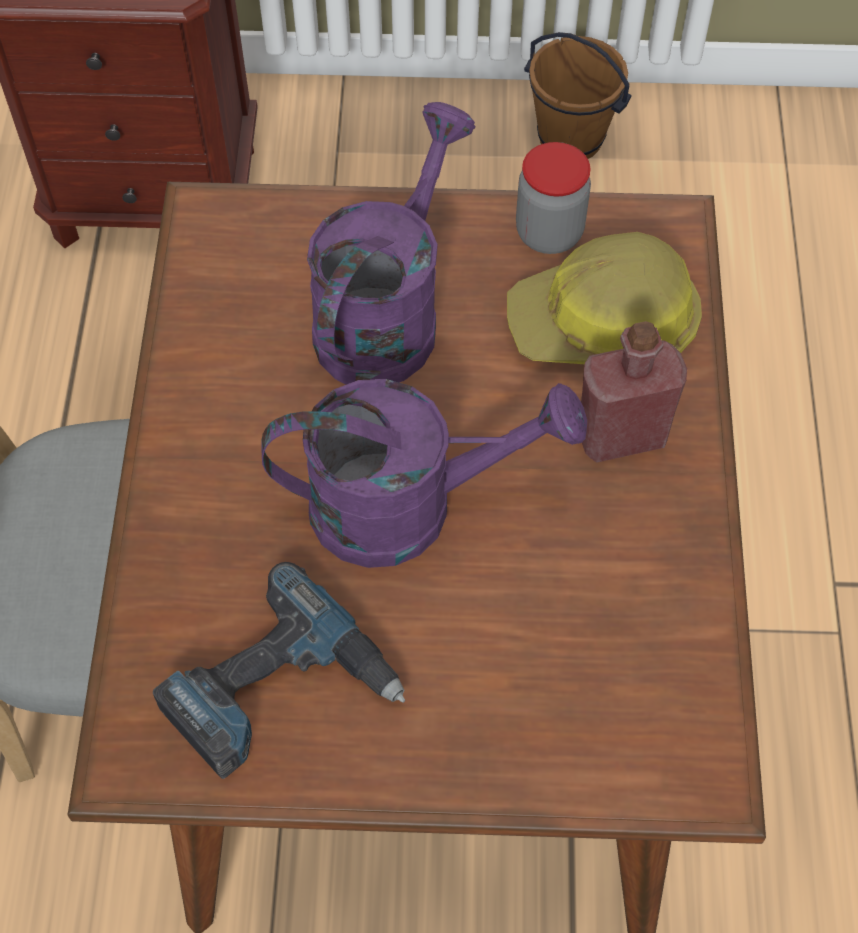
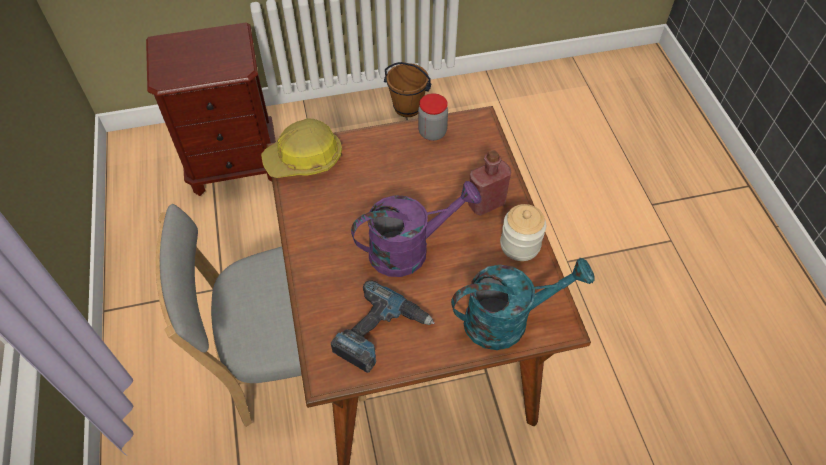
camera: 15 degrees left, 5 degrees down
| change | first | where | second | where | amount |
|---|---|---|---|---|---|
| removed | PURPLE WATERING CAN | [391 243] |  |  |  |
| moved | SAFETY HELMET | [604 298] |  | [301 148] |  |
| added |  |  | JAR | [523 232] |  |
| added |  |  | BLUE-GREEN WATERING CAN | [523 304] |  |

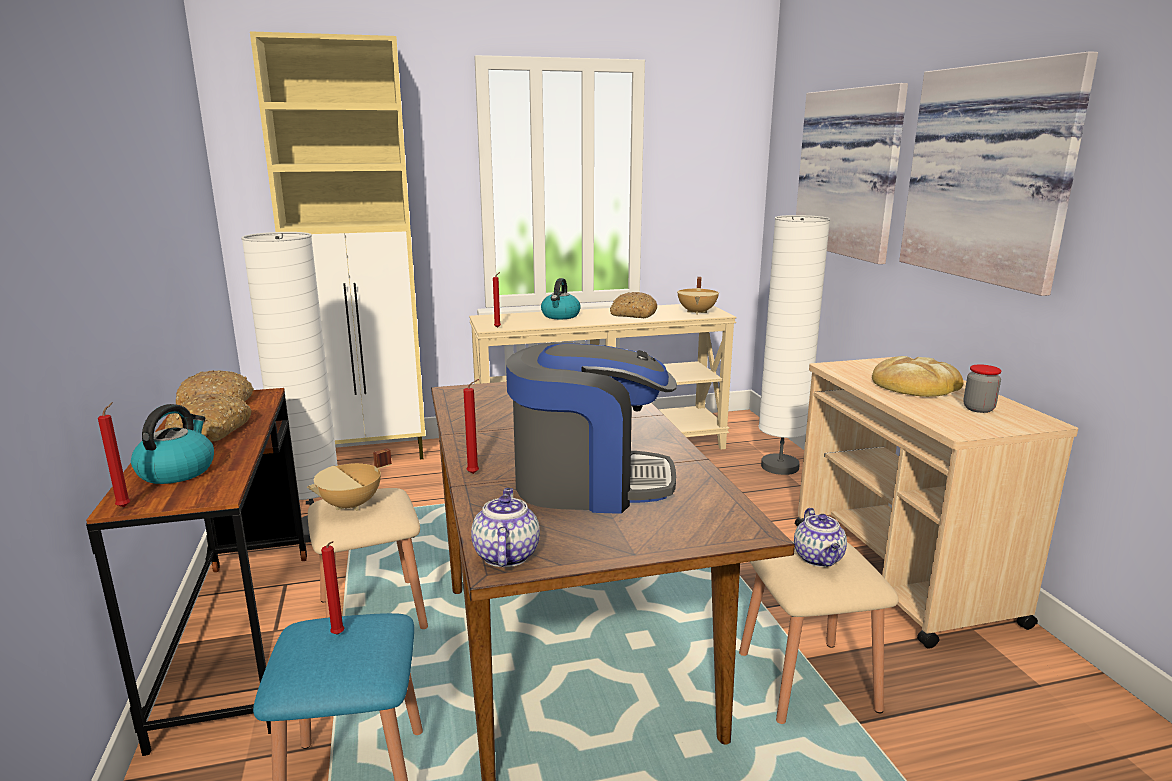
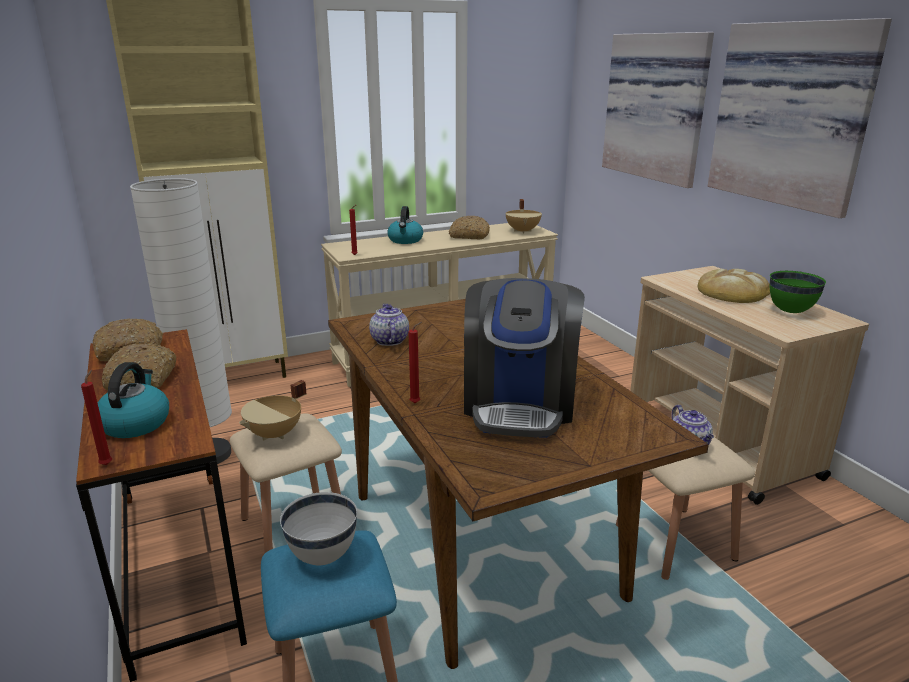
camera: 10 degrees left, 5 degrees up
| change | first | where | second | where | amount |
|---|---|---|---|---|---|
| removed | WHITE STANDARD LAMP | [794 345] |  |  |  |
| turned | COFFEE BREWER | [591 428] |  | [524 358] | 105 degrees clockwise |
| replaced | JAR | [982 388] | GREENISH DEEP DISH | [797 292] |  |
| moved | TEAPOT | [505 527] |  | [389 325] |  |
| replaced | RED WAX LIGHT | [332 588] | WHITE DEEP DISH | [318 528] |  |

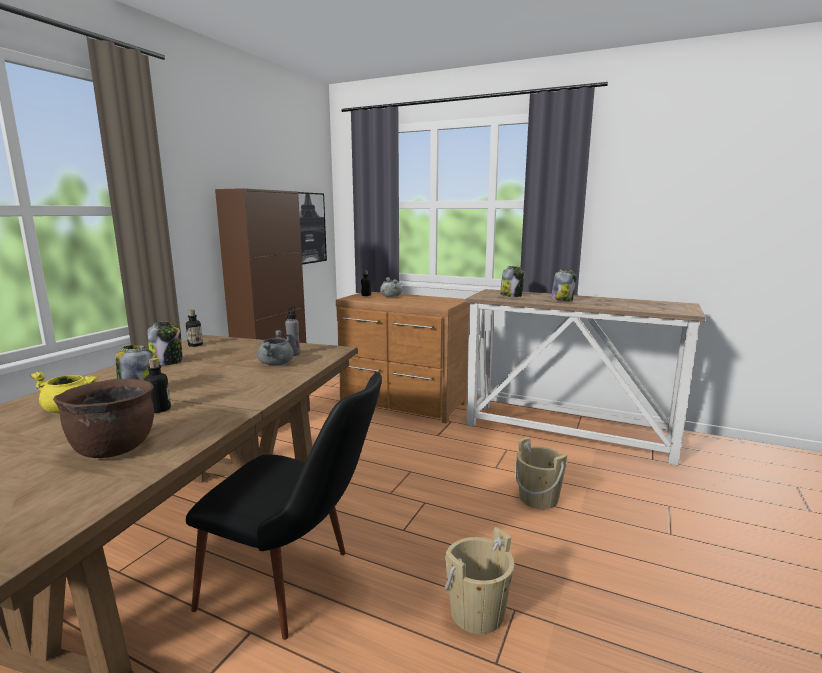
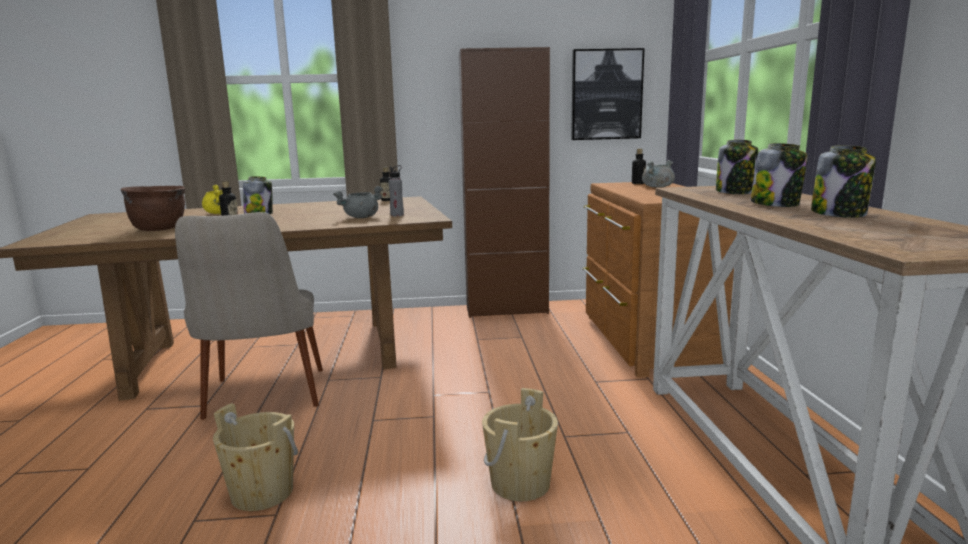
camera: 60 degrees right, 0 degrees up
| change | first | where | second | where | amount |
|---|---|---|---|---|---|
| moved | JAR | [165 343] |  | [843 181] |  |
| recoloured | BLACK-COLOURED UPRIGHT CHAIR | [283 506] | SAND-COLOURED UPRIGHT CHAIR | [249 316] |  |

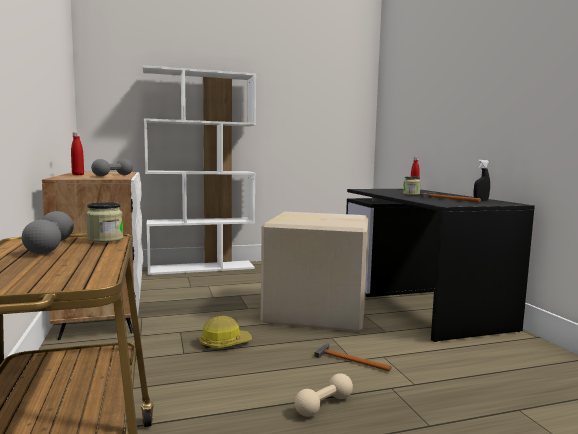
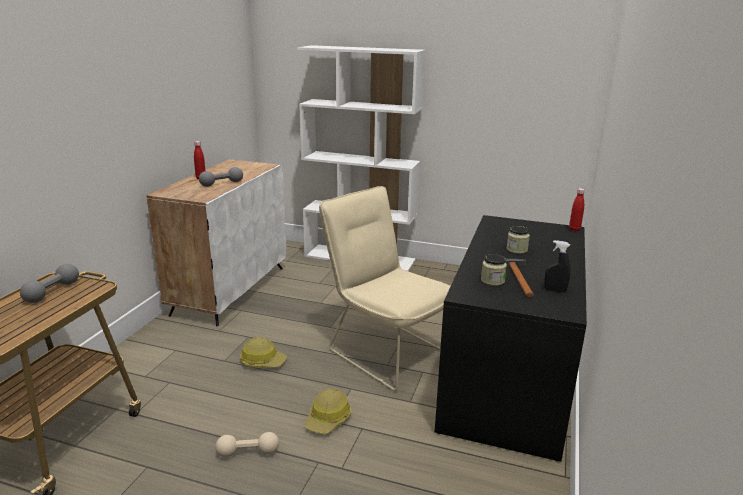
camera: 35 degrees right, 15 degrees up
| change | first | where | second | where | amount |
|---|---|---|---|---|---|
| moved | JAR | [104 222] |  | [494 270] |  |
| replaced | PACKING BOX | [315 272] | SAND-COLOURED UPRIGHT CHAIR | [385 288] |  |
| replaced | HAMMER | [352 357] | SAFETY HELMET | [328 411] |  |

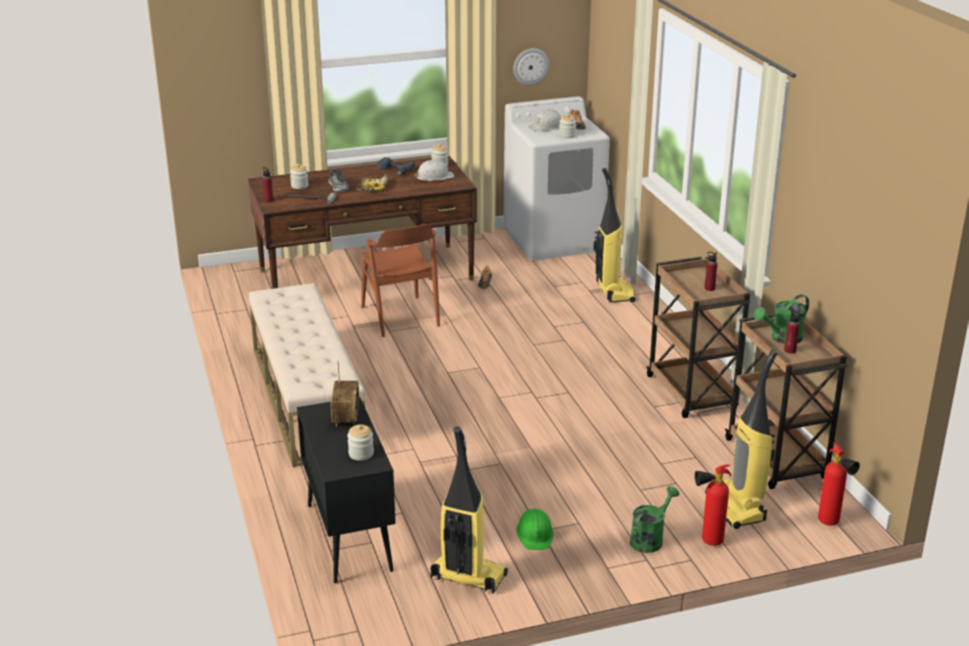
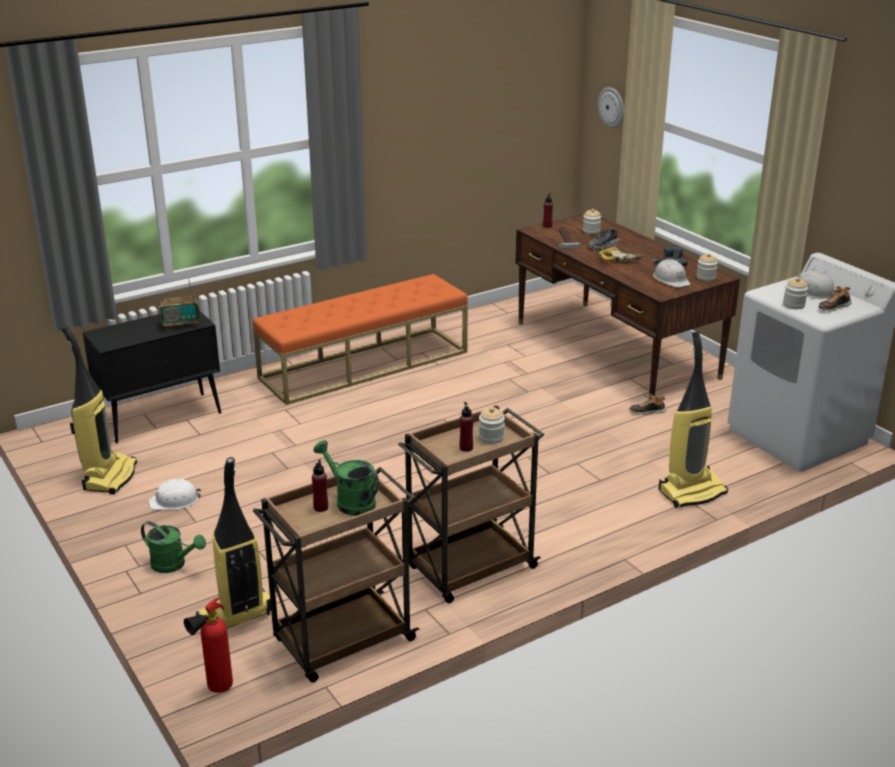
camera: 75 degrees right, 0 degrees up
| change | first | where | second | where | amount |
|---|---|---|---|---|---|
| moved | WALL CLOCK | [531 66] |  | [611 107] |  |
| removed | BROWN UPRIGHT CHAIR | [400 280] |  |  |  |
| recoloured | SAND-COLOURED INDOOR BENCH | [307 375] | ORANGE-COLOURED INDOOR BENCH | [360 339] |  |
| moved | JAR | [360 442] |  | [492 425] |  |
| removed | FIRE-FIGHTING CYLINDER | [713 505] |  |  |  |
| recoloured | GREENISH SAFETY HELMET | [535 529] | WHITE SAFETY HELMET | [175 494] |  |

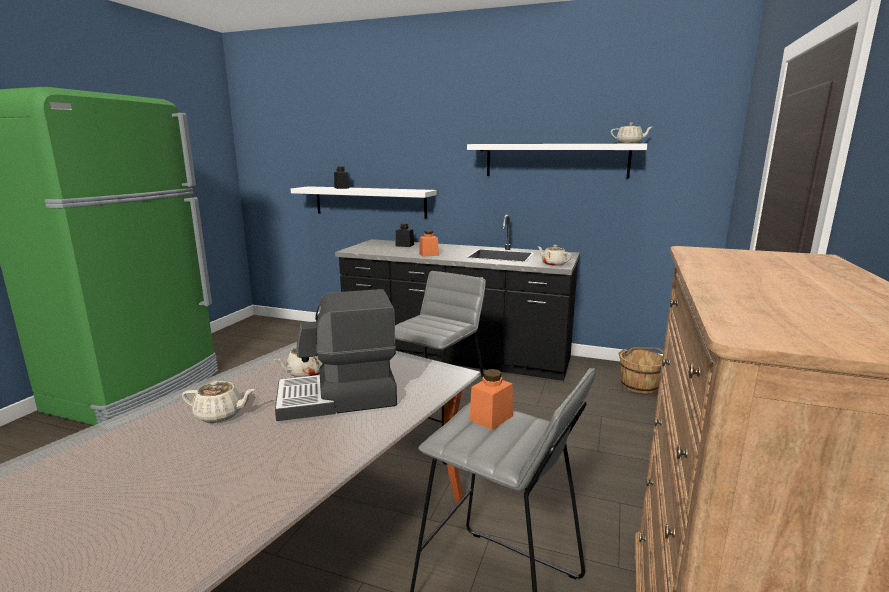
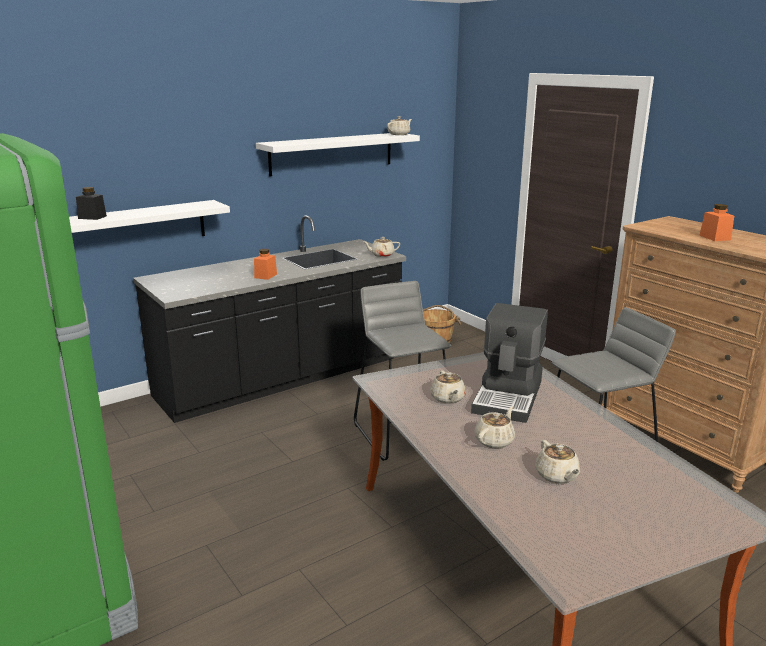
camera: 55 degrees left, 5 degrees up
| change | first | where | second | where | amount |
|---|---|---|---|---|---|
| removed | BLACK-COLOURED JAR | [405 235] |  |  |  |
| moved | ORANGE-COLOURED JAR | [491 399] |  | [716 222] |  |
| added |  |  | SAND-COLOURED TEAPOT | [557 462] |  |

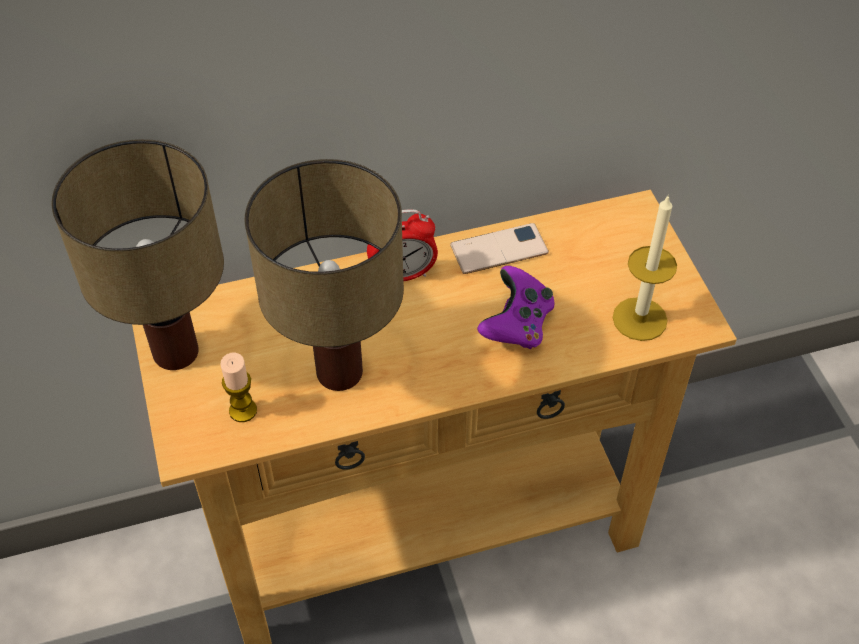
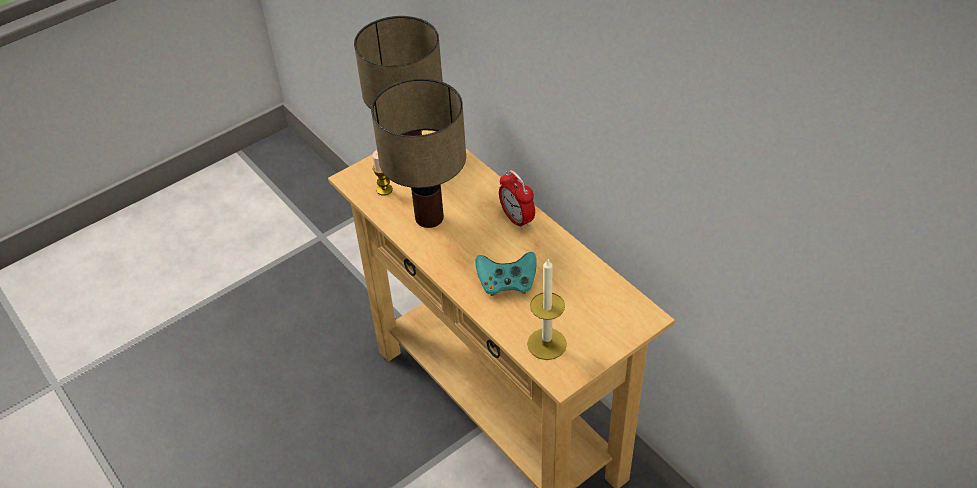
camera: 70 degrees right, 5 degrees down
| change | first | where | second | where | amount |
|---|---|---|---|---|---|
| removed | HANDSET | [499 248] |  |  |  |
| recoloured | PURPLE GAMEPAD | [516 307] | BLUE-GREEN GAMEPAD | [506 274] |  |

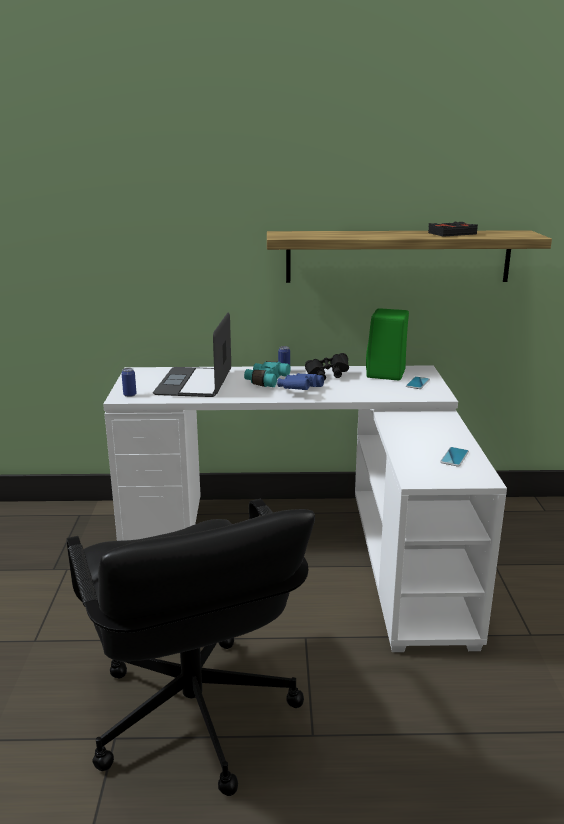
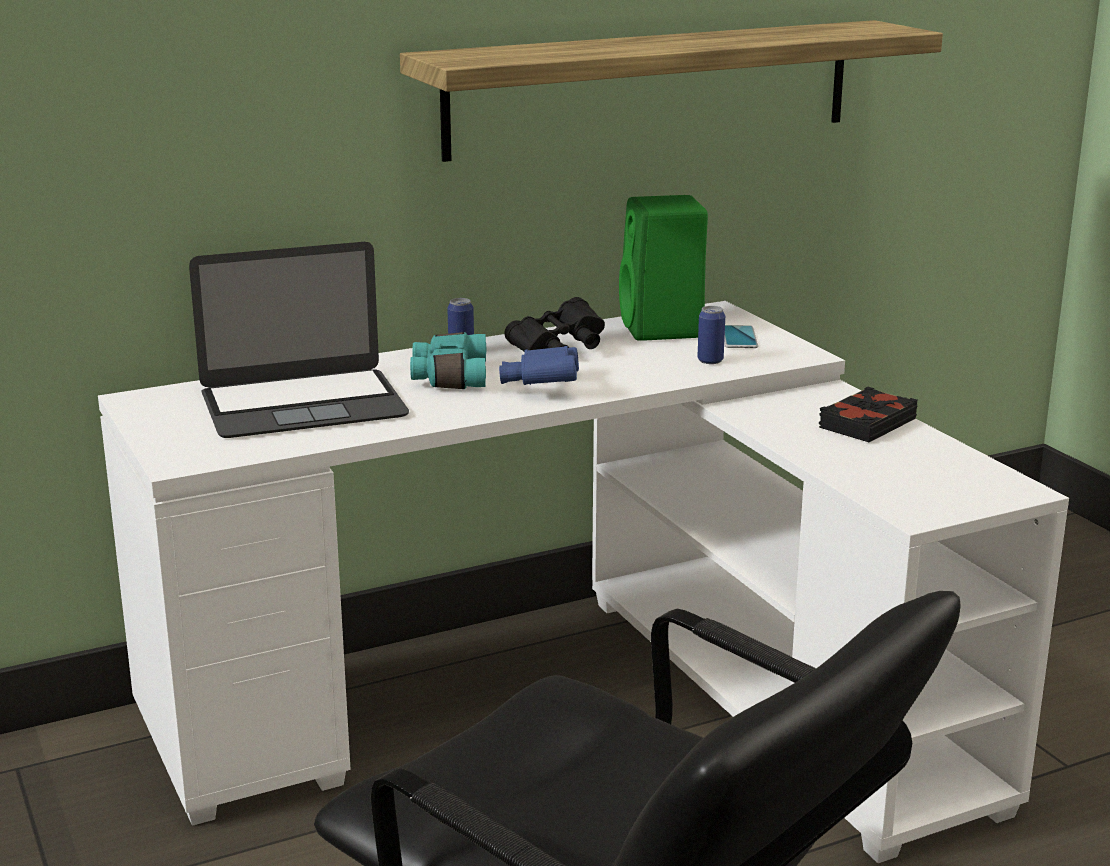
camera: 25 degrees left, 0 degrees up
| change | first | where | second | where | amount |
|---|---|---|---|---|---|
| moved | BLACK-COLOURED BOUND BOOK | [453 229] |  | [868 414] |  |
| turned | NOTEBOOK COMPUTER | [192 355] |  | [299 340] | 90 degrees counterclockwise |
| moved | METAL CAN | [128 382] |  | [711 335] |  |
| removed | HANDSET | [454 457] |  |  |  |

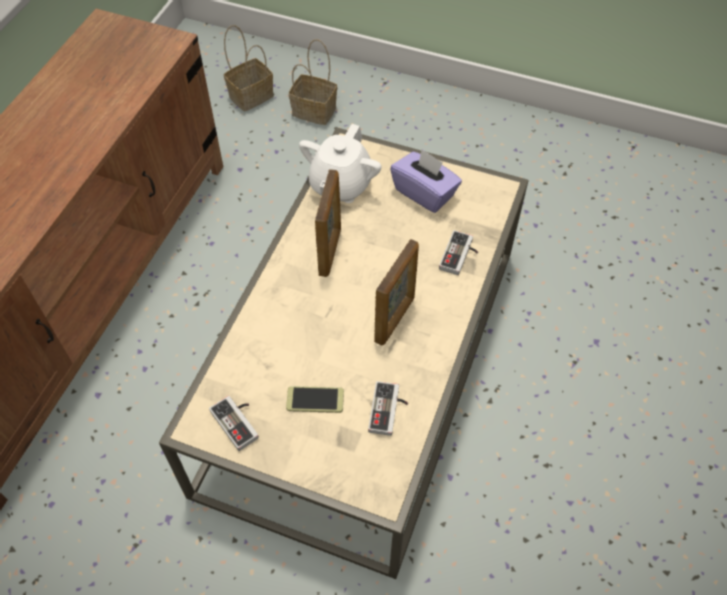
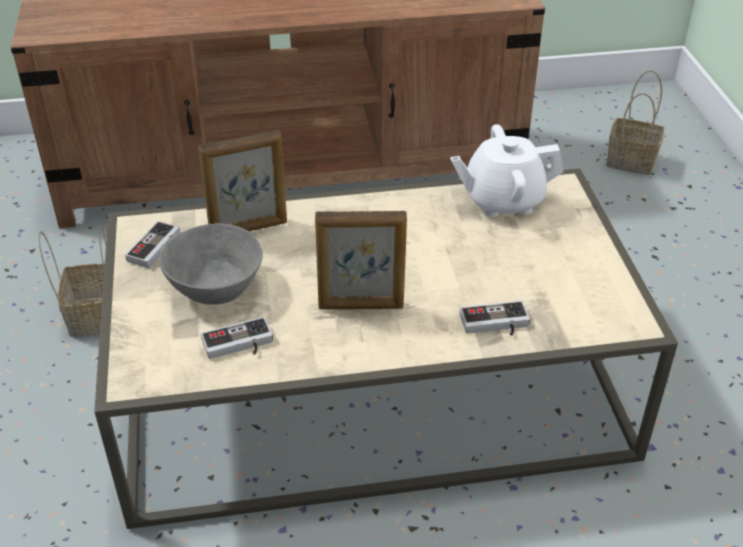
camera: 60 degrees right, 15 degrees down
| change | first | where | second | where | amount |
|---|---|---|---|---|---|
| moved | STORAGE BASKET | [313 82] |  | [72 281] |  |
| removed | PURPLE TISSUE BOX | [426 181] |  |  |  |
| moved | PICTURE FRAME | [328 223] |  | [242 180] |  |
| replaced | HANDSET | [315 399] | GRAY DEEP DISH | [211 264] |  |

